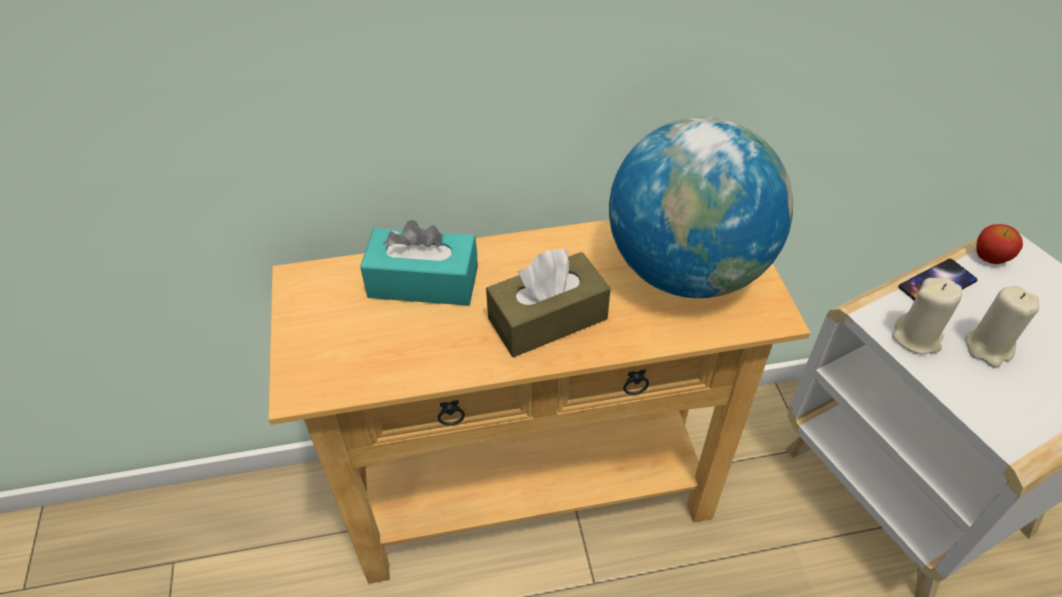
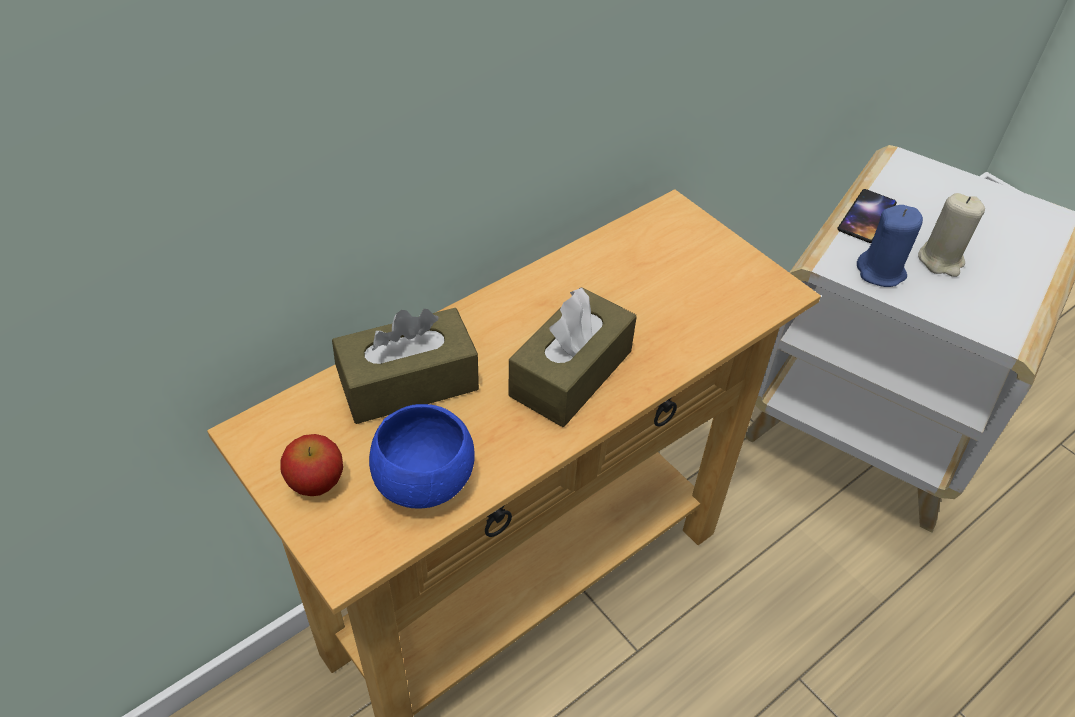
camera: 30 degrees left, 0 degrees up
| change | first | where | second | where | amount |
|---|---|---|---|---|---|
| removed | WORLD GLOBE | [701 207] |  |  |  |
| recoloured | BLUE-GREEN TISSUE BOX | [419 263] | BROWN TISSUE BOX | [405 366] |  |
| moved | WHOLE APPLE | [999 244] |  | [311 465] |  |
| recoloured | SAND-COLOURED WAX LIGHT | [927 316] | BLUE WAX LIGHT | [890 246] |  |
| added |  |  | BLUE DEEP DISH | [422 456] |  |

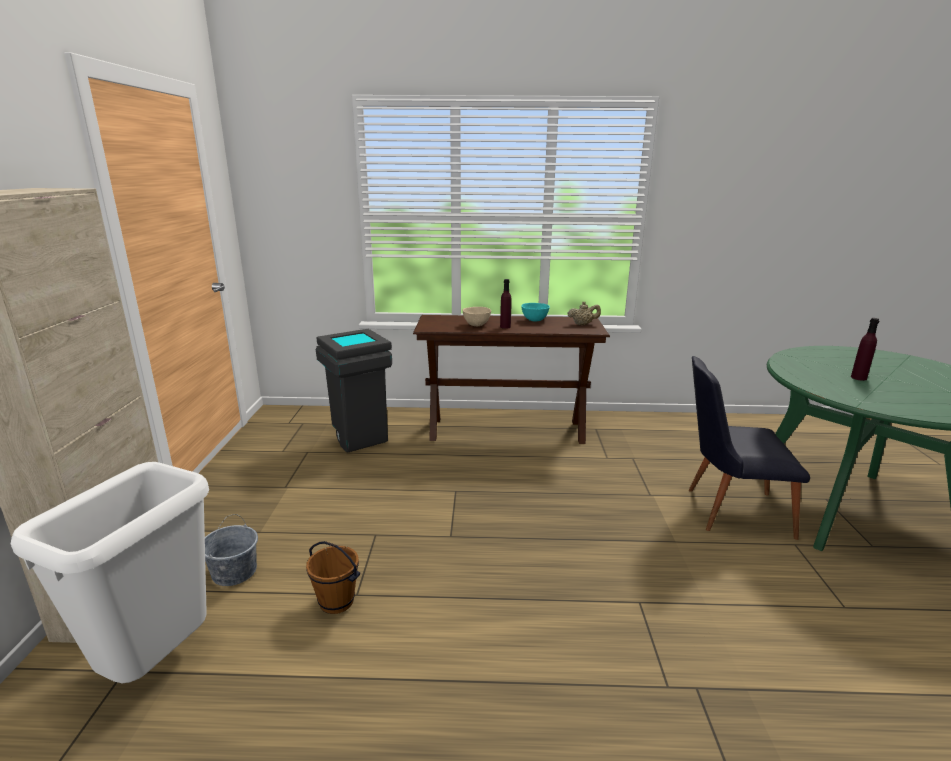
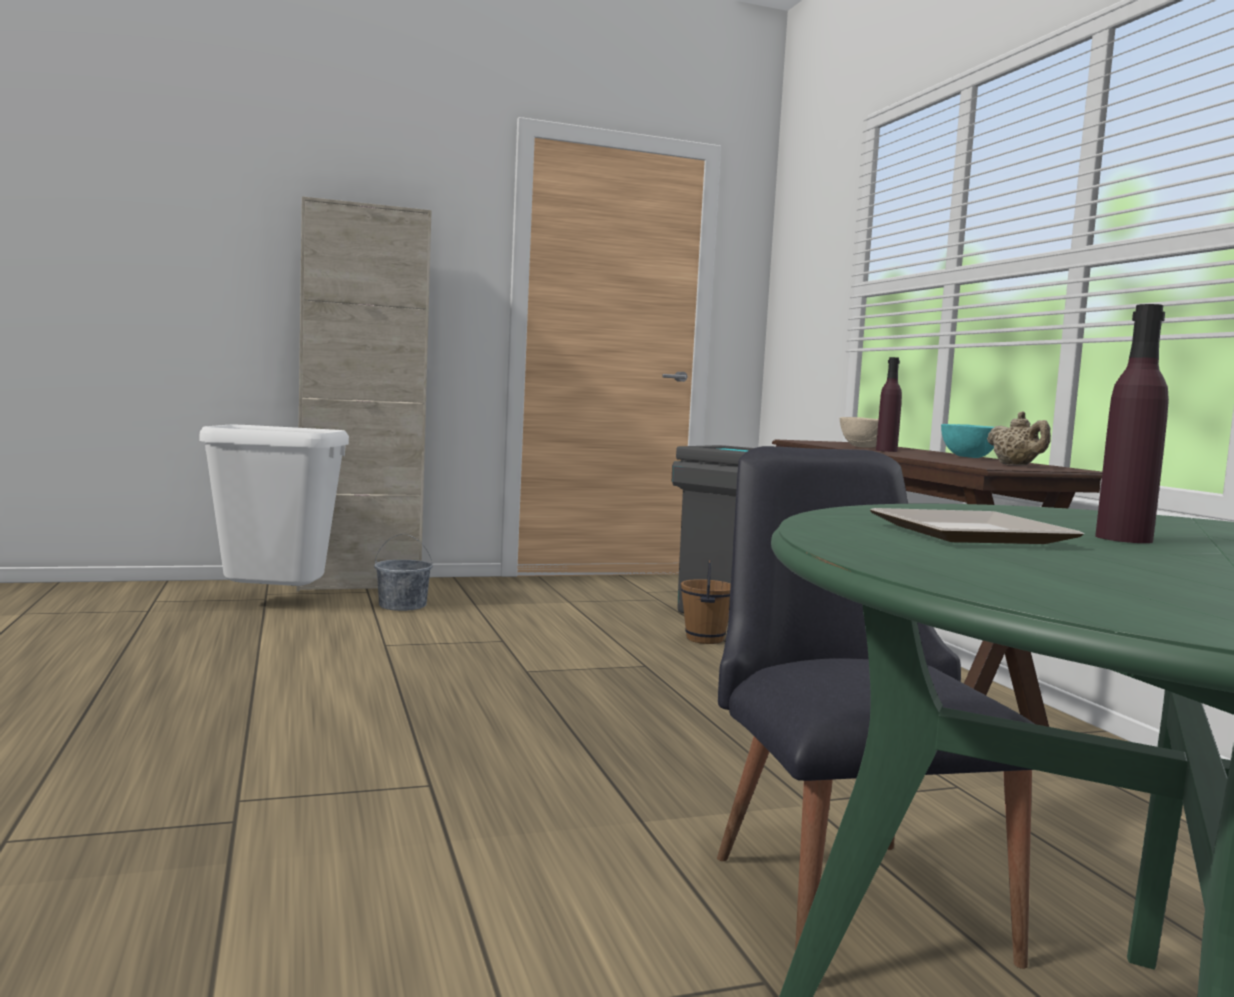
camera: 70 degrees right, 15 degrees down
| change | first | where | second | where | amount |
|---|---|---|---|---|---|
| moved | BROWN BUCKET | [333 577] |  | [706 602] |  |
| added |  |  | DINNER PLATE | [977 526] |  |

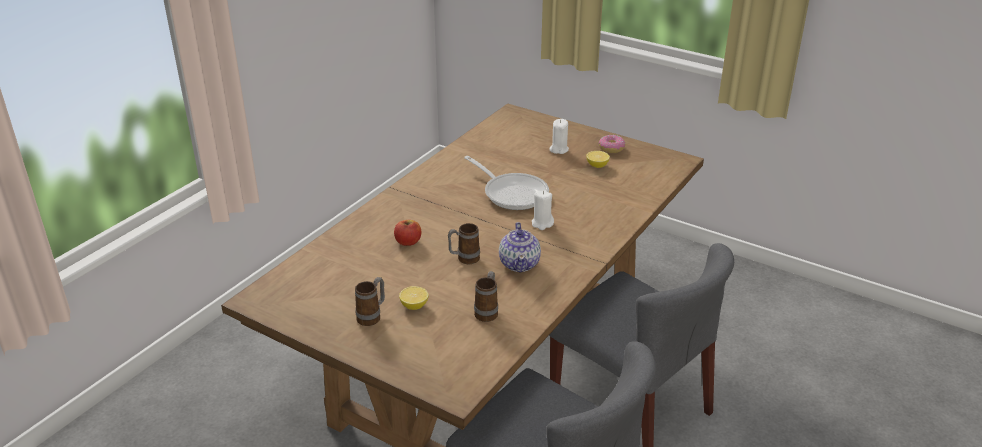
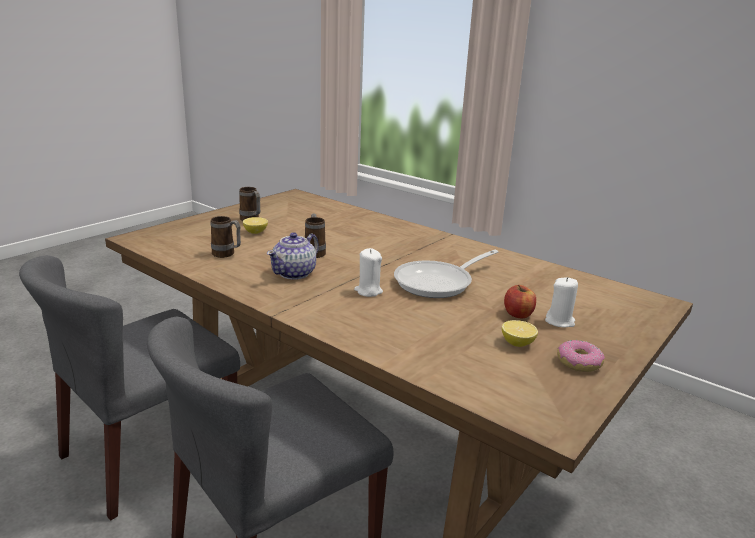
camera: 95 degrees right, 10 degrees down
| change | first | where | second | where | amount |
|---|---|---|---|---|---|
| moved | WHOLE APPLE | [407 233] |  | [520 301] |  |
| turned | TEAPOT | [520 247] |  | [293 256] | 60 degrees counterclockwise |

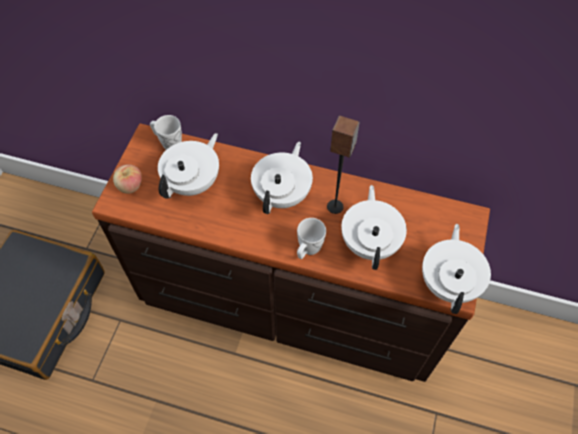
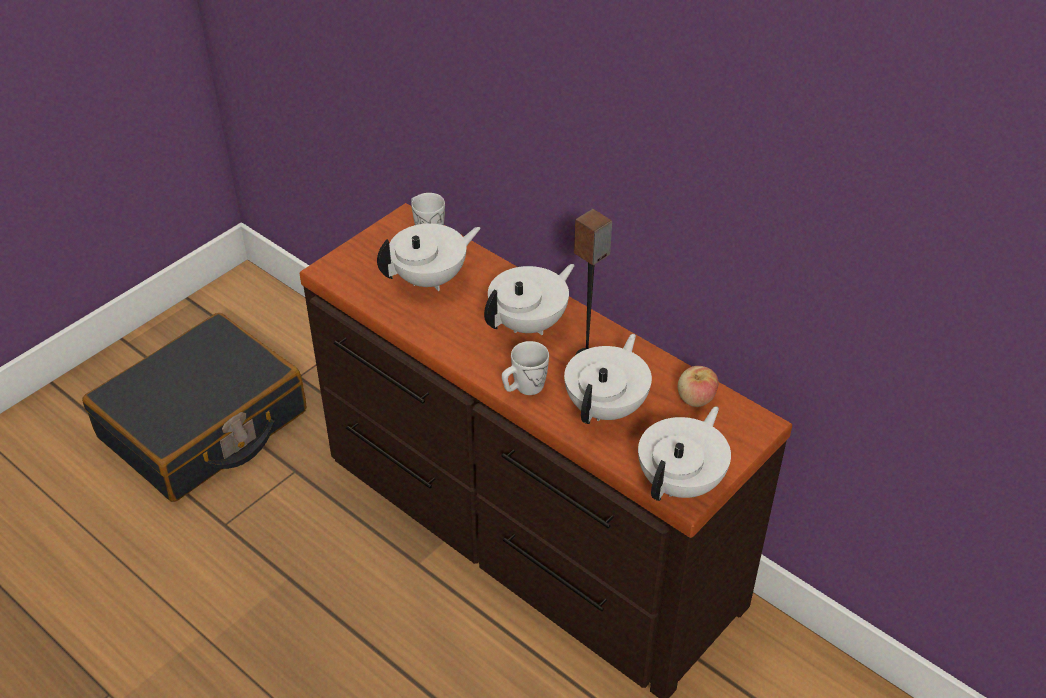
camera: 25 degrees right, 15 degrees down
| change | first | where | second | where | amount |
|---|---|---|---|---|---|
| moved | WHOLE APPLE | [127 179] |  | [698 386] |  |

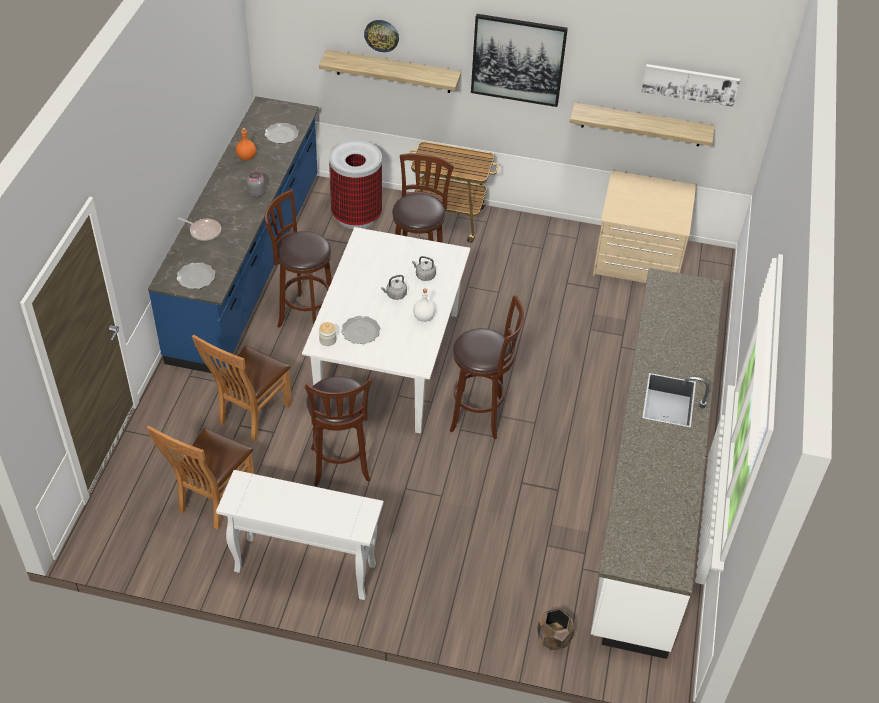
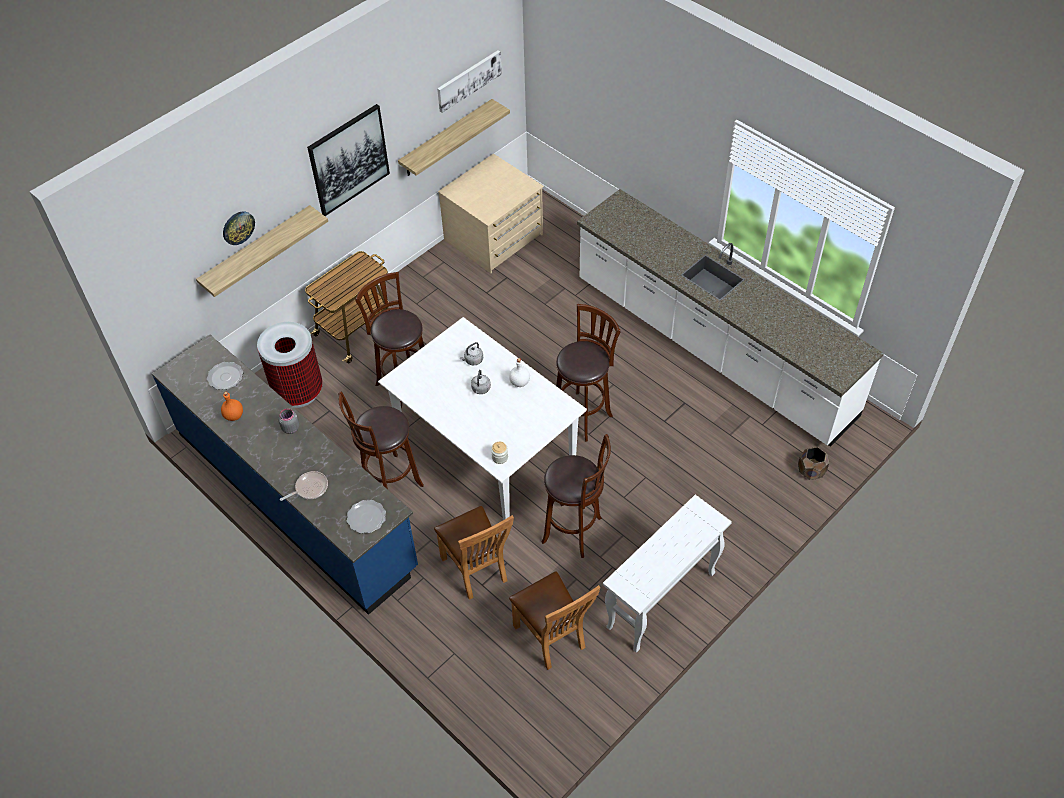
camera: 55 degrees left, 5 degrees up
| change | first | where | second | where | amount |
|---|---|---|---|---|---|
| removed | DINNER PLATE | [360 330] |  |  |  |

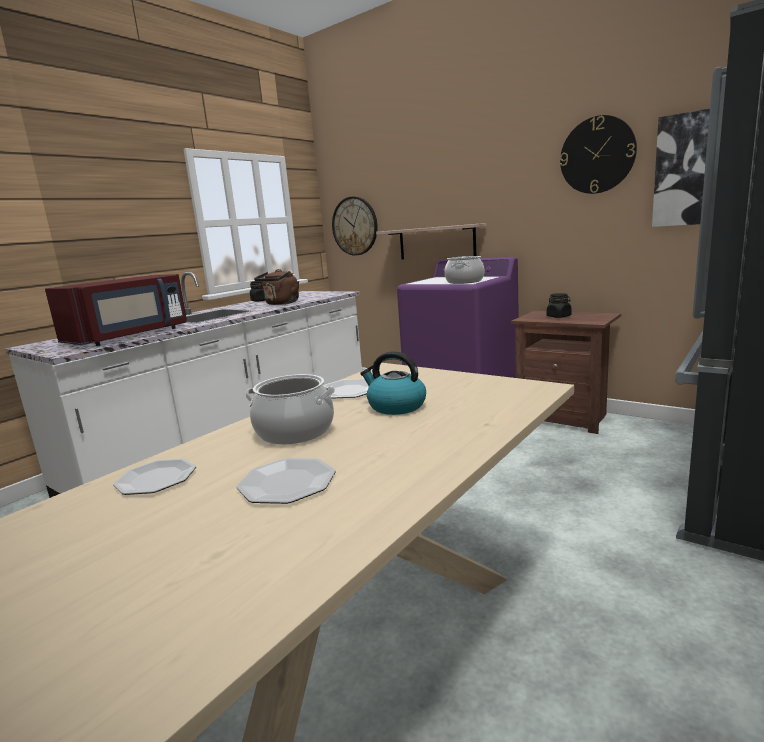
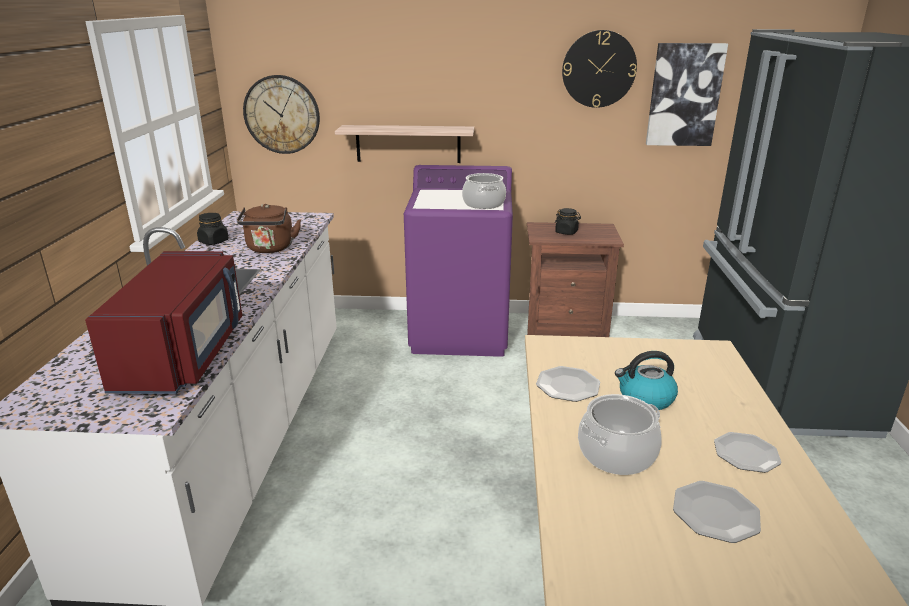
camera: 35 degrees left, 10 degrees up
| change | first | where | second | where | amount |
|---|---|---|---|---|---|
| moved | DINNER PLATE | [154 476] |  | [748 452] |  |

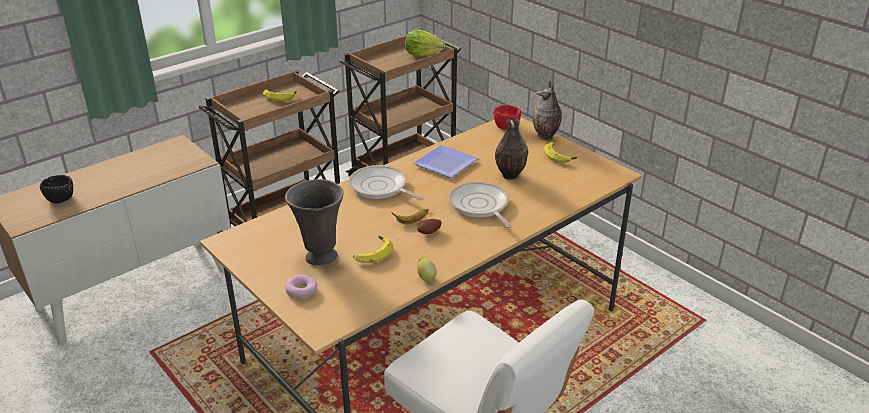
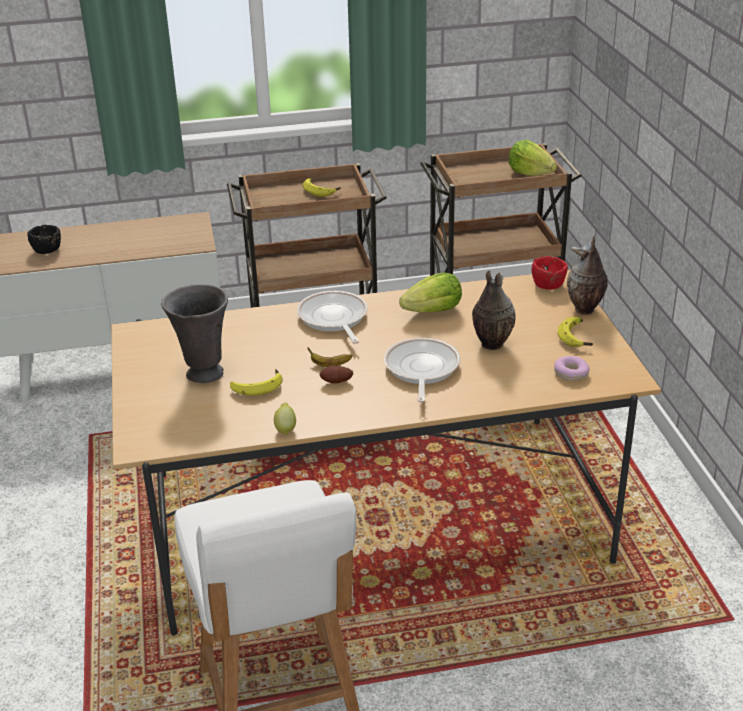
camera: 30 degrees right, 0 degrees up
| change | first | where | second | where | amount |
|---|---|---|---|---|---|
| replaced | DINNER PLATE | [445 161] | LETTUCE | [430 292] |  |
| moved | DOUGHNUT | [301 287] |  | [572 368] |  |

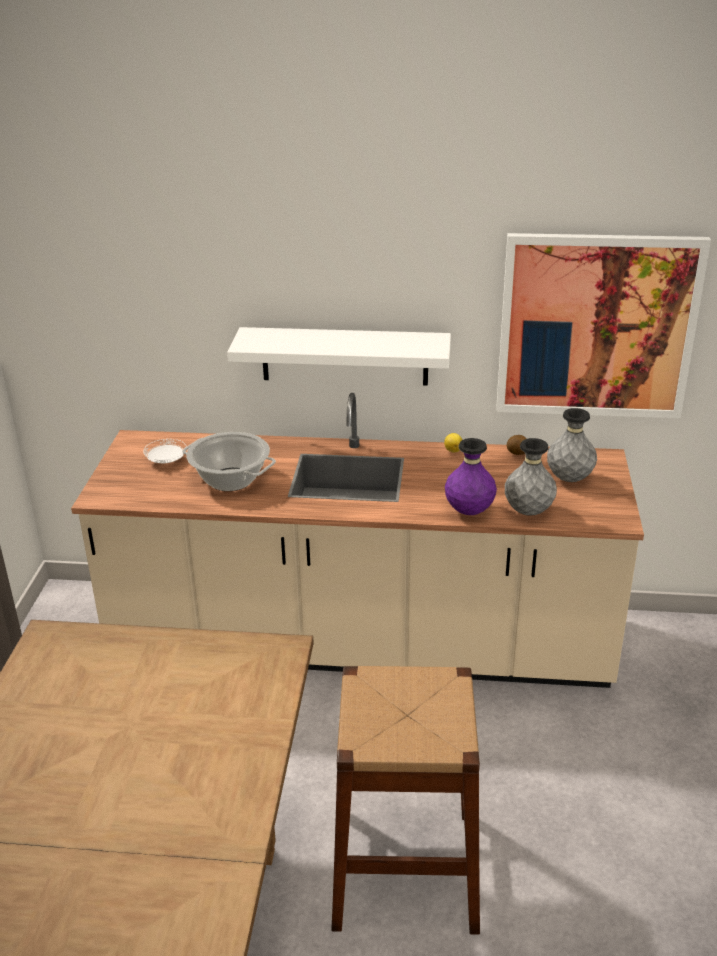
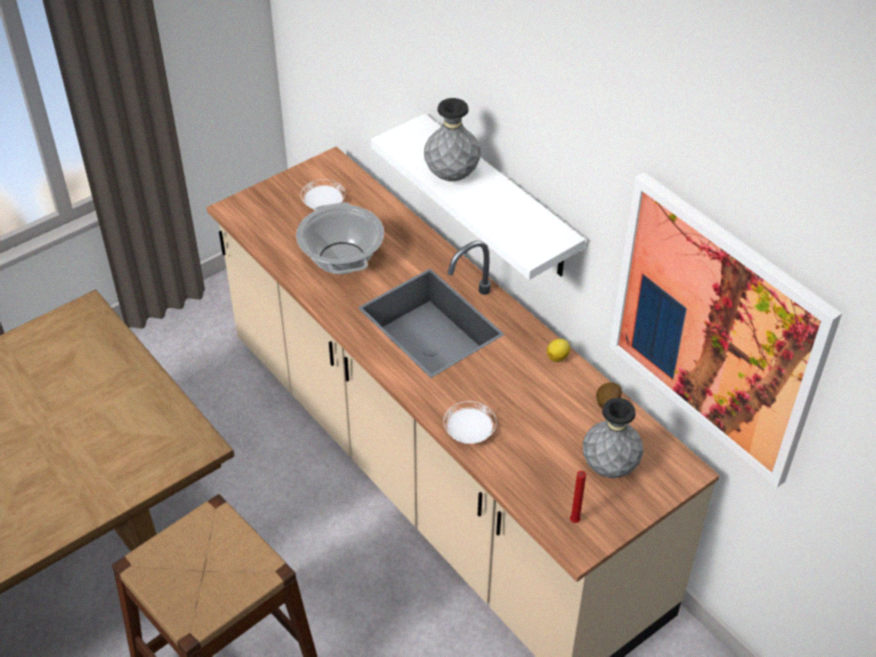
camera: 45 degrees right, 15 degrees up
| change | first | where | second | where | amount |
|---|---|---|---|---|---|
| replaced | PURPLE FLOWER VASE | [471 476] | WHITE DINNER PLATE | [470 422] |  |
| moved | GRAY FLOWER VASE | [531 477] |  | [452 139] |  |
| added |  |  | RED WAX LIGHT | [578 497] |  |

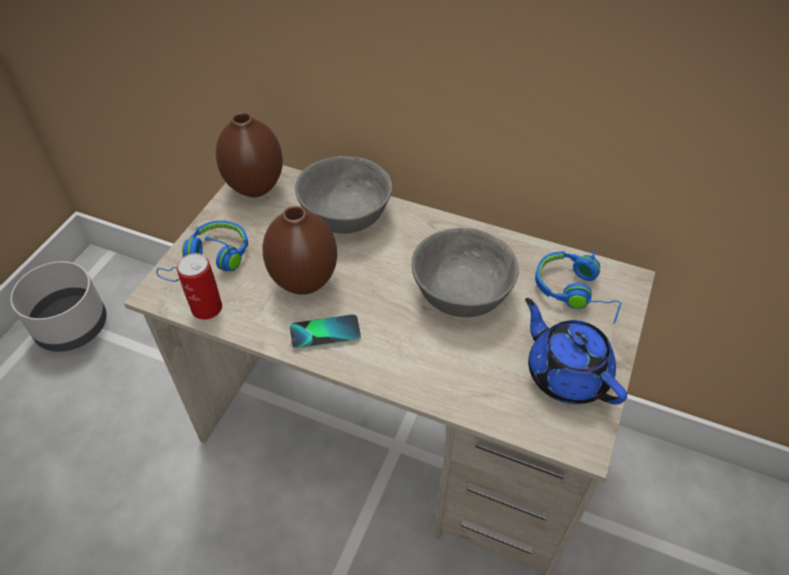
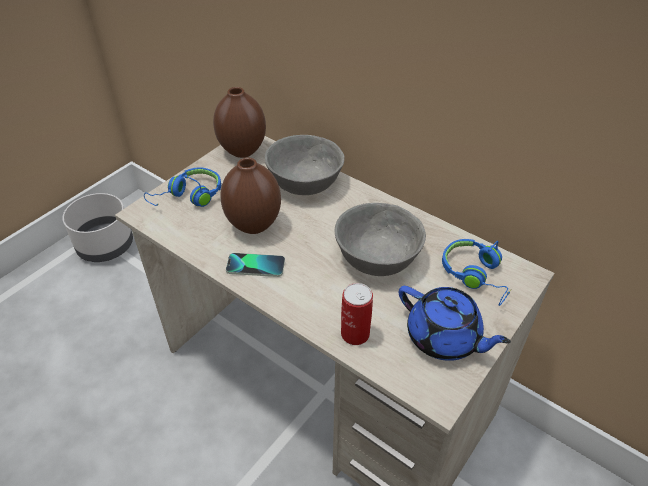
camera: 15 degrees right, 5 degrees down
| change | first | where | second | where | amount |
|---|---|---|---|---|---|
| moved | METAL CAN | [199 286] |  | [357 314] |  |
| turned | BLUE TEAPOT | [576 351] |  | [455 323] | 150 degrees clockwise |

